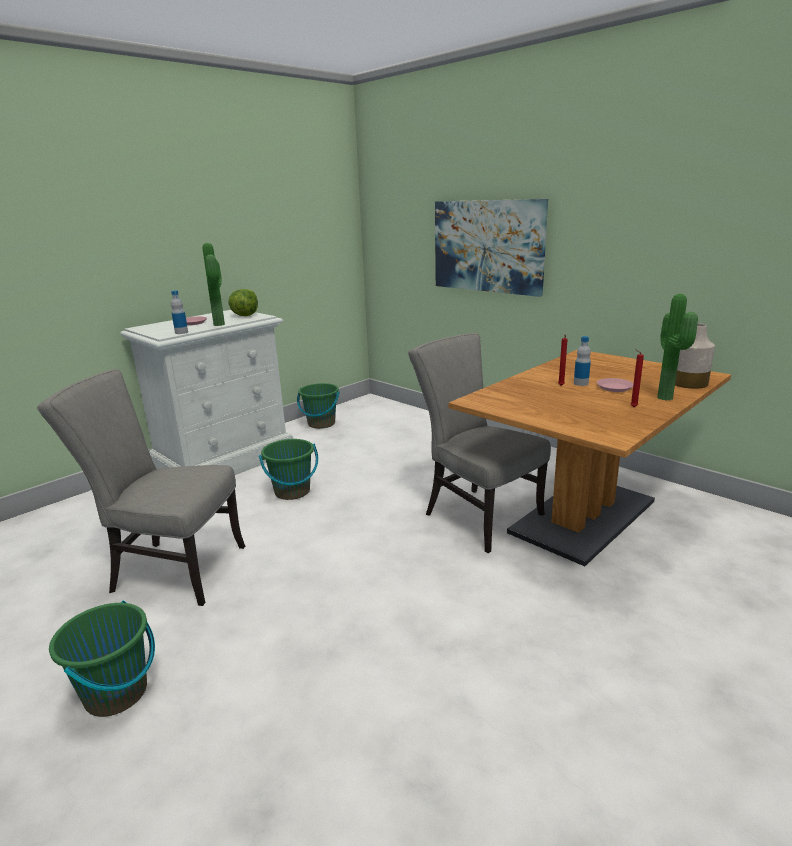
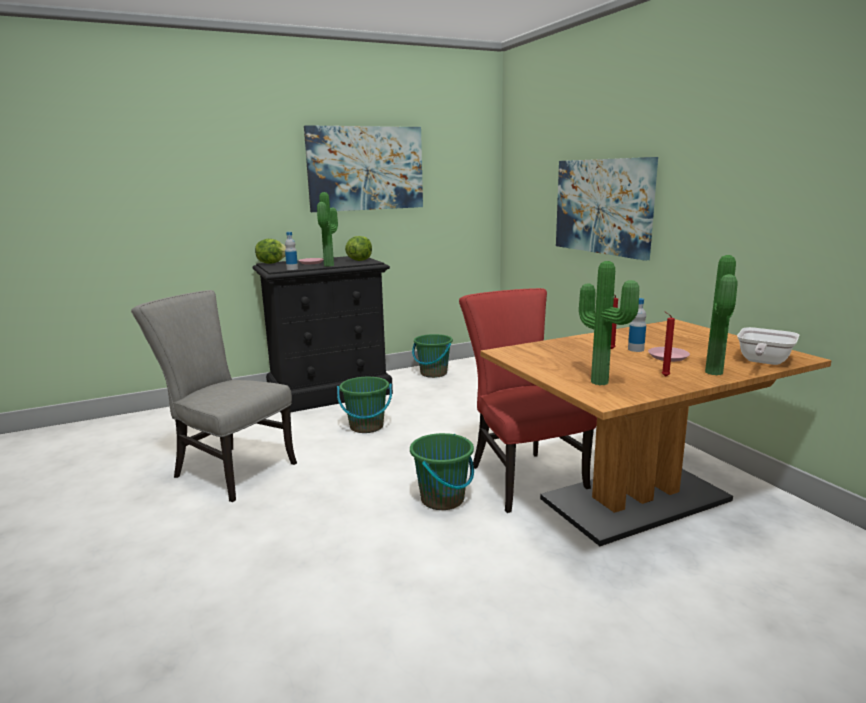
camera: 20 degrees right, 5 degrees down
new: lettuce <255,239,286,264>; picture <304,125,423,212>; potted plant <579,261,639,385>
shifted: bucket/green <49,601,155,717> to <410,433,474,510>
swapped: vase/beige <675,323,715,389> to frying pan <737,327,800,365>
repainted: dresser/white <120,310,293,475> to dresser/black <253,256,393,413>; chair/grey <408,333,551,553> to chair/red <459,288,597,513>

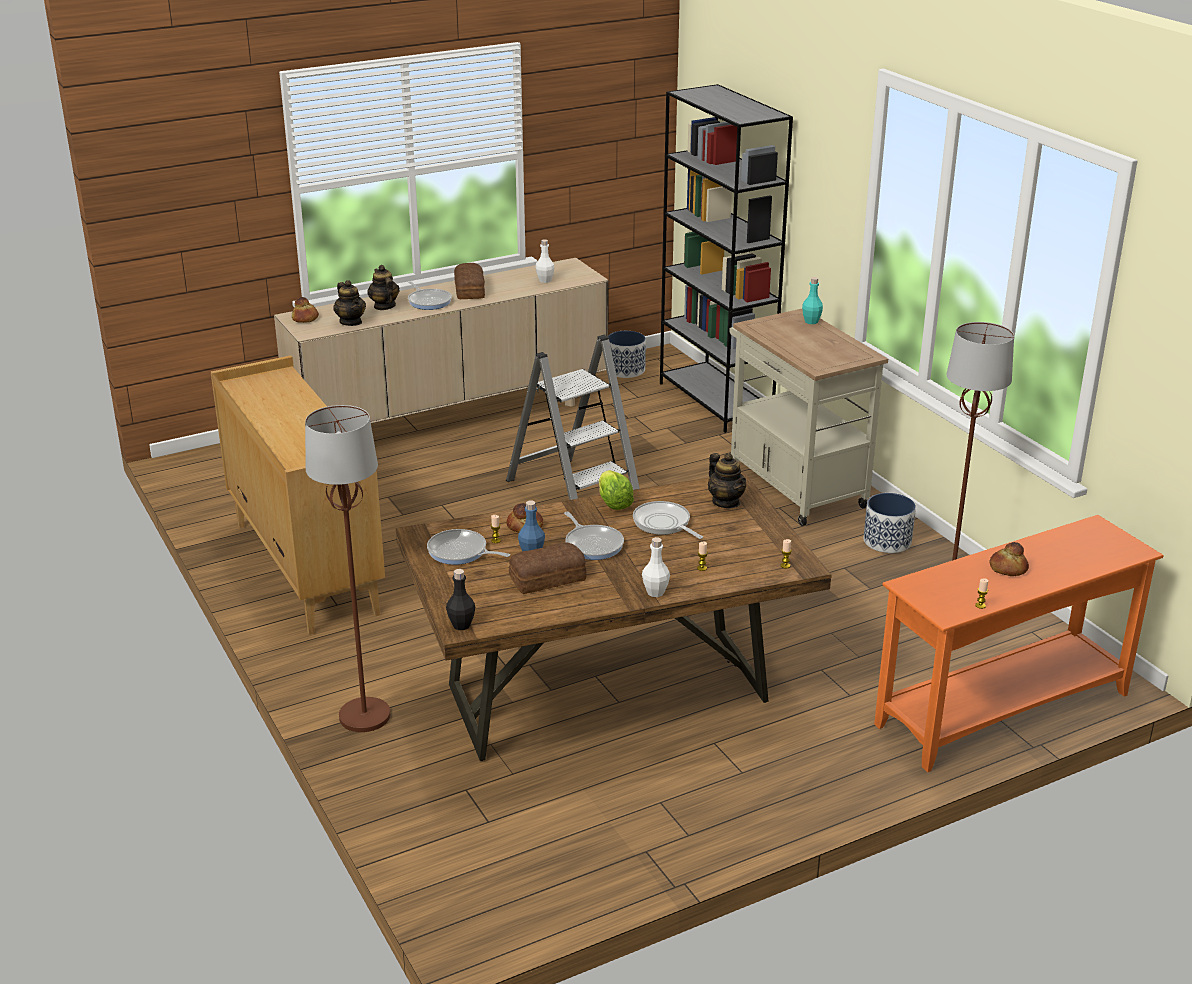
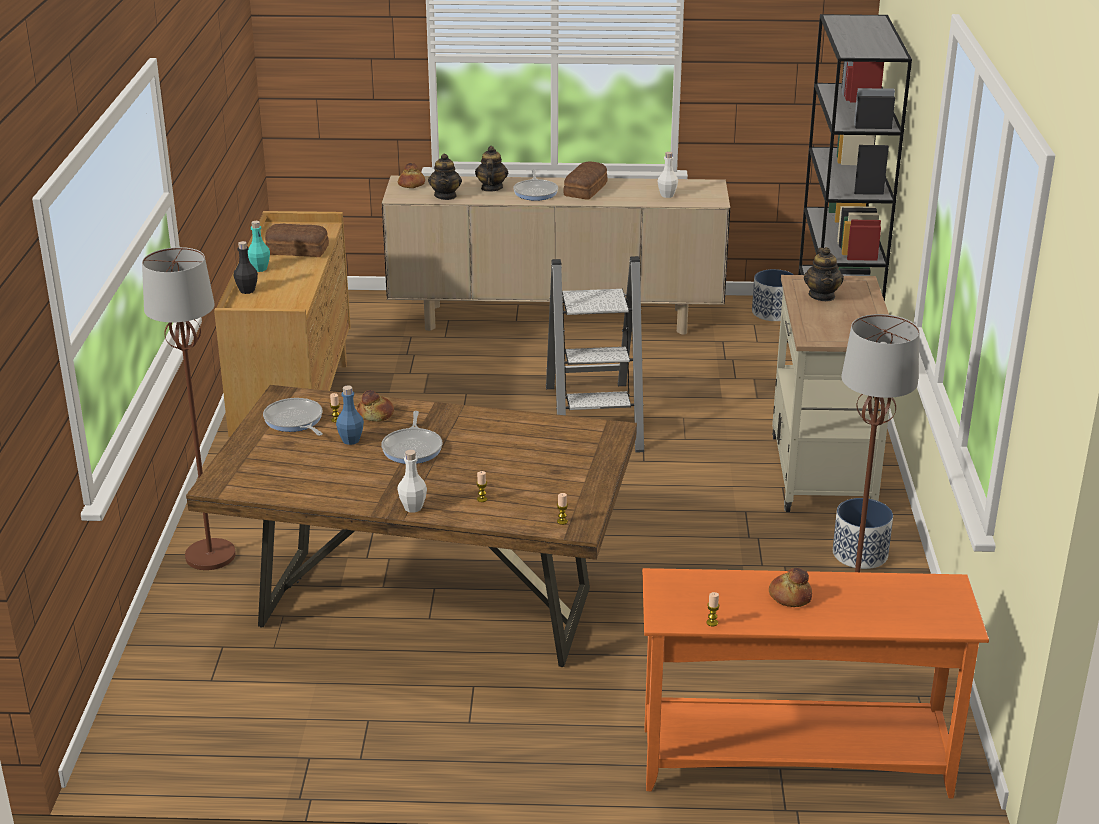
camera: 30 degrees right, 0 degrees up
gone: lettuce <599,470,634,510>; frying pan <633,501,703,539>
shifted: bottle/black <446,569,475,630> to <234,241,258,294>; bread <509,542,587,594> to <265,224,329,257>; teapot <708,453,746,508> to <804,247,844,301>; bottle/turquoise <802,277,823,324> to <248,221,270,272>

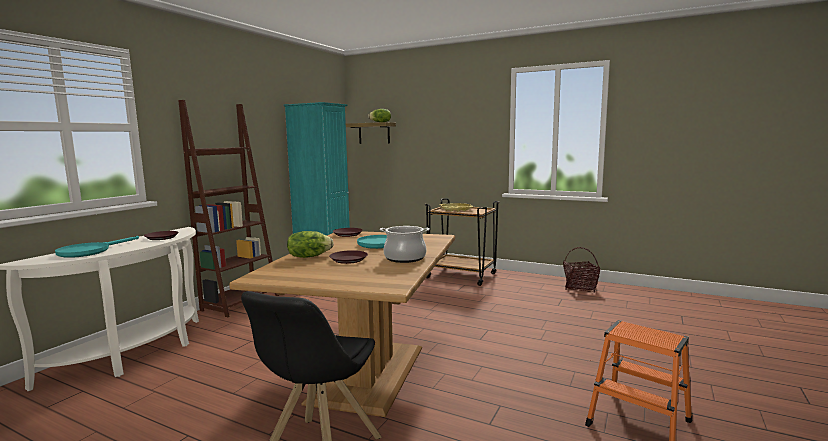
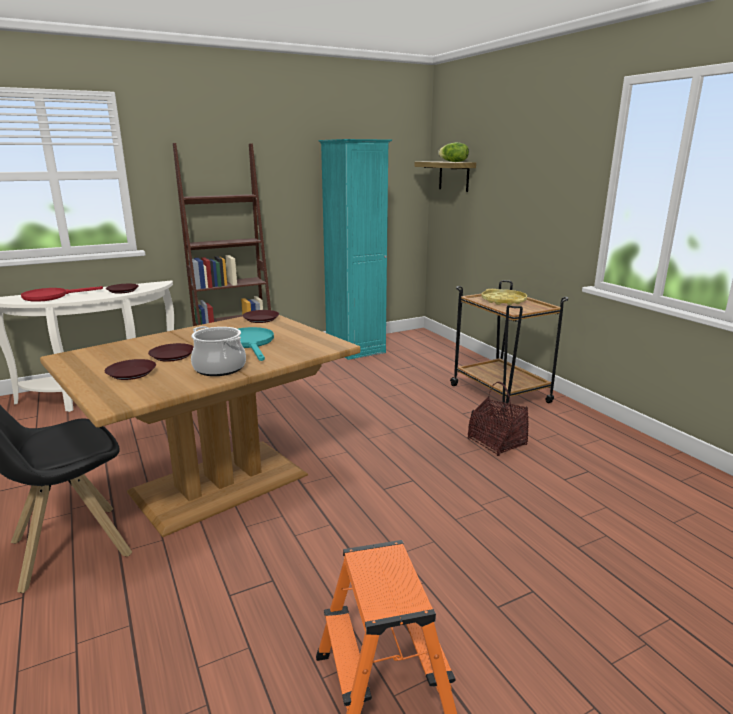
camera: 35 degrees right, 10 degrees up
gone: lettuce <287,231,334,258>
new: plate/brown <105,359,156,380>
shifted: basket <563,247,601,292> to <468,382,529,456>
repainted: frying pan/turquoise <55,236,139,258> to frying pan/red <21,286,103,302>

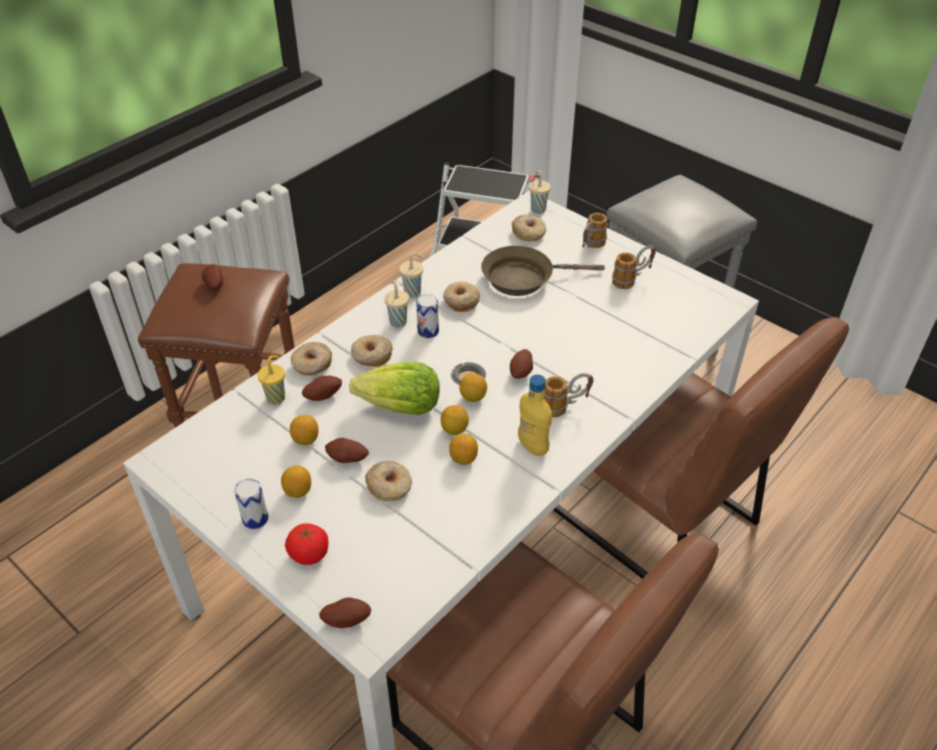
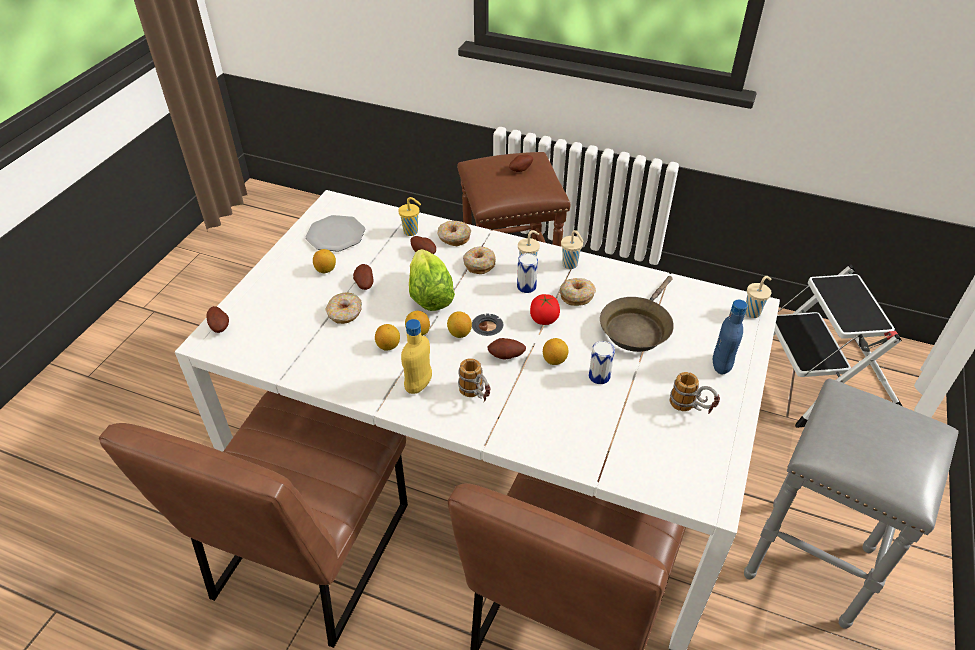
camera: 70 degrees right, 0 degrees up
gone: donut <512,215,546,241>
new: plate <306,215,365,252>
shifted: can <234,479,268,529> to <589,341,615,384>; tomato <285,523,329,565> to <530,294,560,325>; lemon <290,415,319,446> to <543,338,568,365>
swapped: mug <582,213,608,248> to bottle/blue <713,300,748,375>
rotated: frying pan/brown <481,246,605,296> = <600,276,674,352> 120 degrees counterclockwise

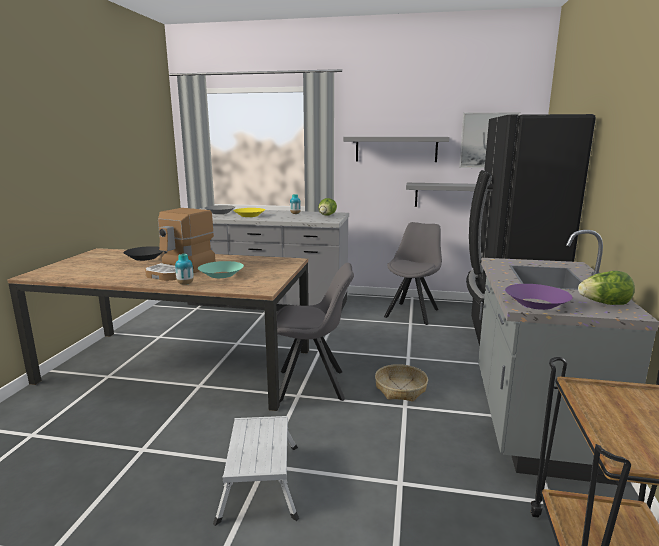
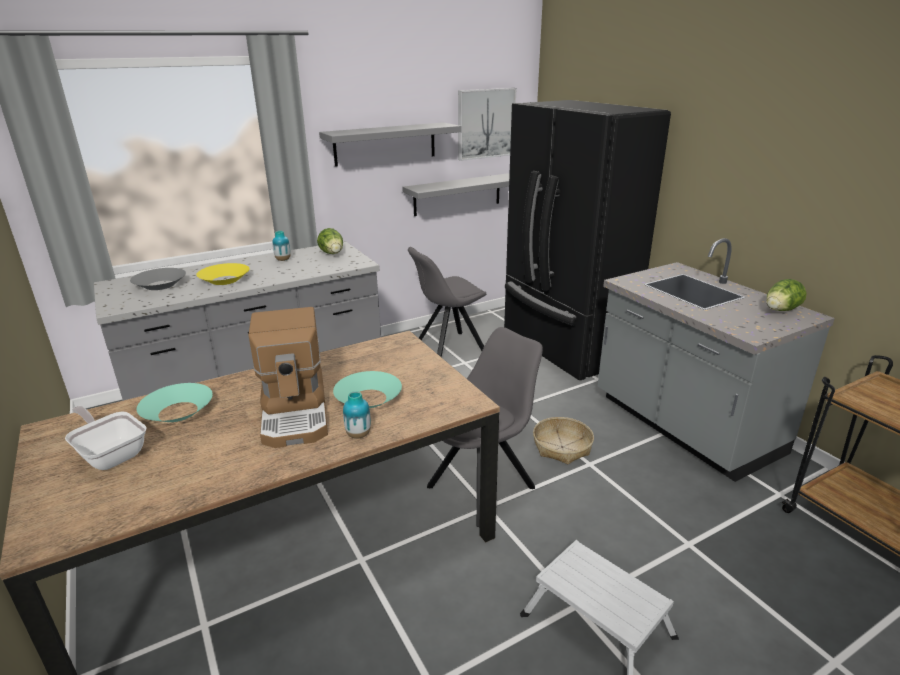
camera: 40 degrees left, 10 degrees up
gone: bowl/purple <505,284,573,310>
new: frying pan <65,406,147,470>
repainted: bowl/black <123,246,164,261> to bowl/turquoise <137,383,213,422>
rotated: chair/grey <384,222,442,325> = <408,247,486,358> 105 degrees counterclockwise

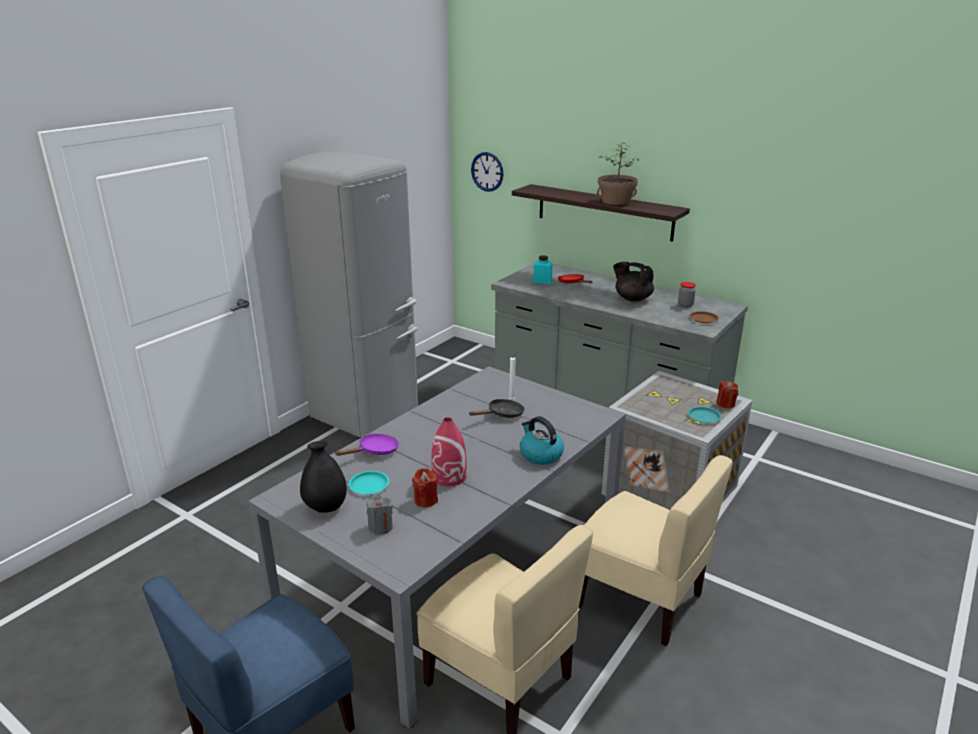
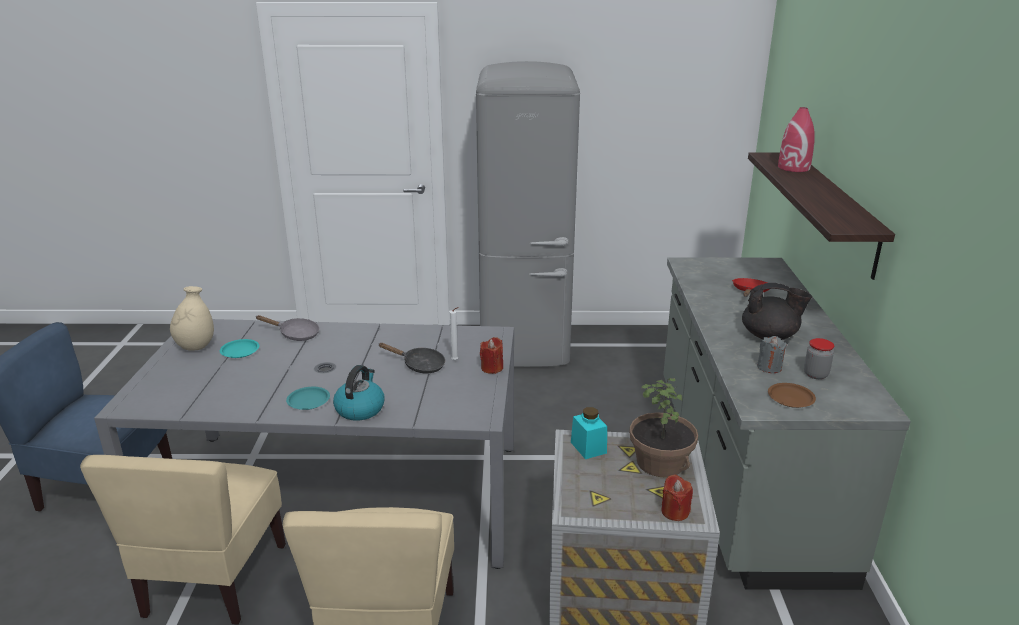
camera: 55 degrees right, 0 degrees up
gone: wall clock <471,152,504,192>
shifted: candle/grey <367,495,393,535> to <757,336,787,373>; candle/red <412,468,438,507> to <480,337,503,374>; vase/red <431,417,467,486> to <778,107,815,172>; jar/turquoise <533,255,552,284> to <571,407,607,459>; potted plant <597,142,639,205> to <629,378,698,477>; plate/turquoise <688,407,722,423> to <286,387,330,410>
repainted: vase/black <300,441,347,513> to vase/beige <170,286,214,351>; frying pan/purple <336,434,399,456> to frying pan/grey <255,315,319,341>
rotated: teapot/black <613,262,654,302> = <742,283,812,340> 105 degrees clockwise

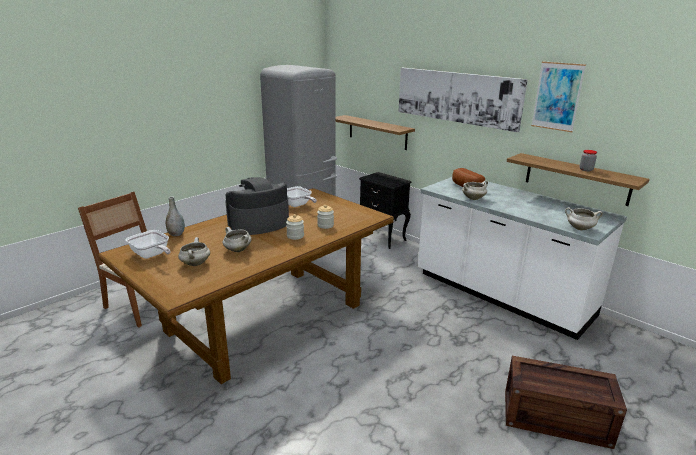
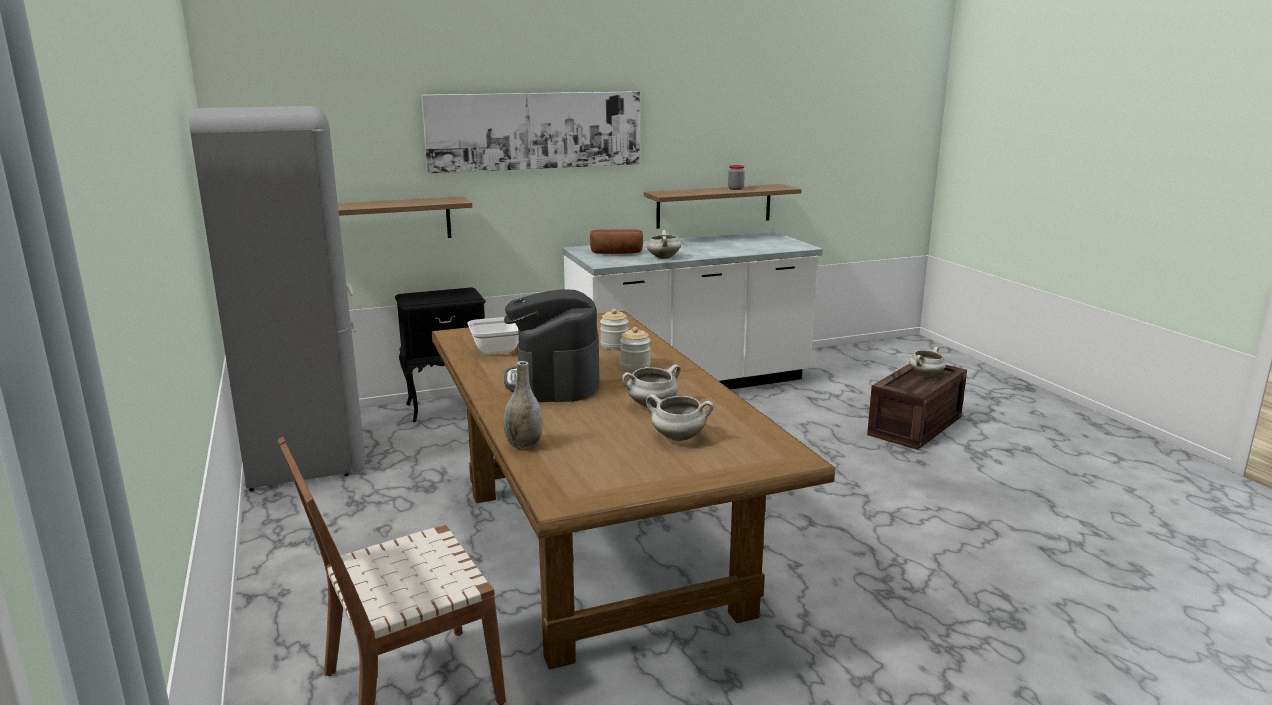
camera: 65 degrees left, 5 degrees down
gone: frying pan <125,230,171,259>; picture <531,61,586,132>
shifted: cooking pot/white <565,207,603,230> to <909,346,946,377>

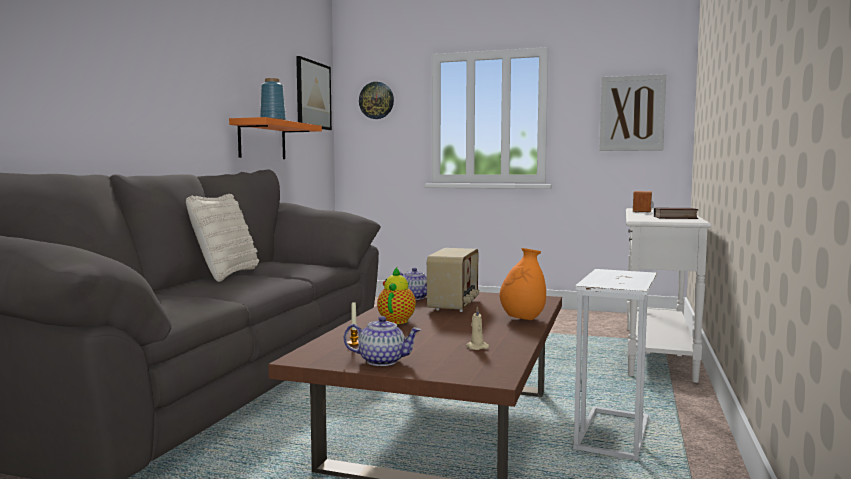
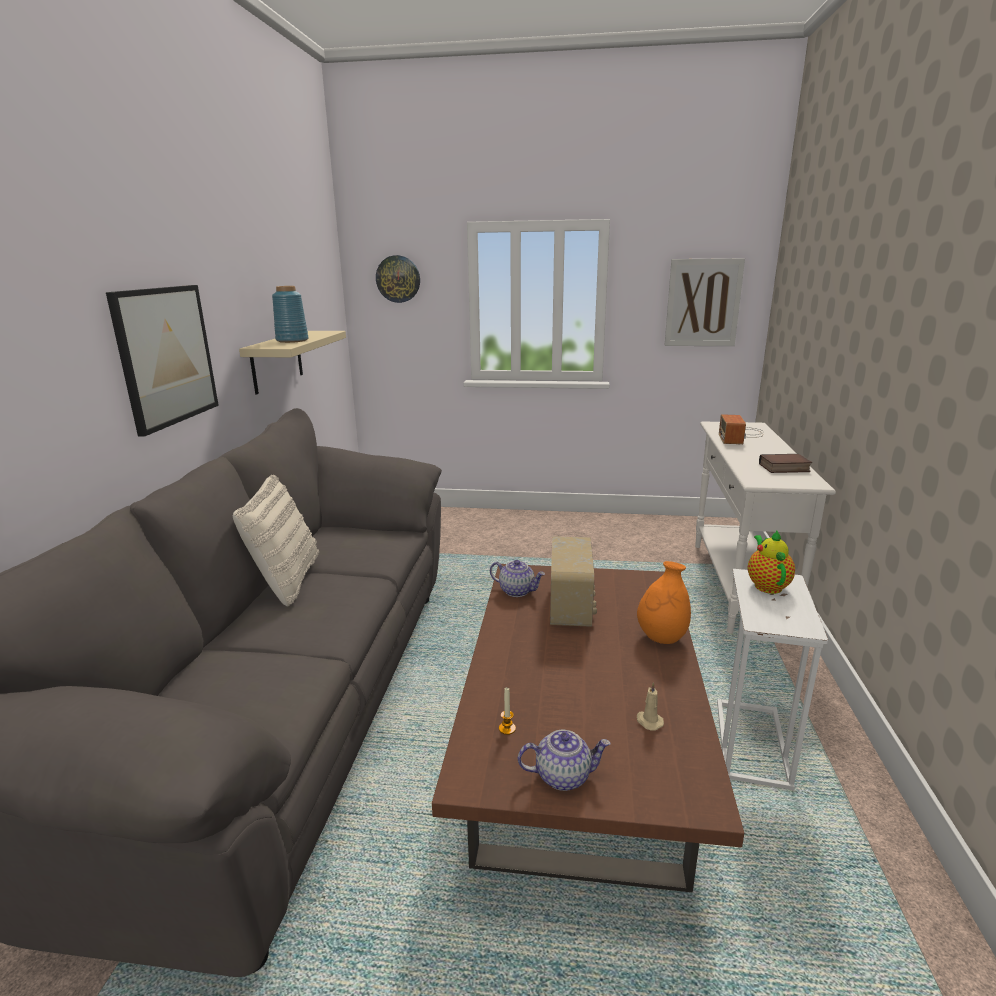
camera: 10 degrees left, 15 degrees up
shifted: picture <296,56,332,130> to <106,285,219,437>; teapot <377,267,416,324> to <748,530,795,594>
repainted: shelf/orange <229,117,322,159> to shelf/beige <239,331,346,395>

